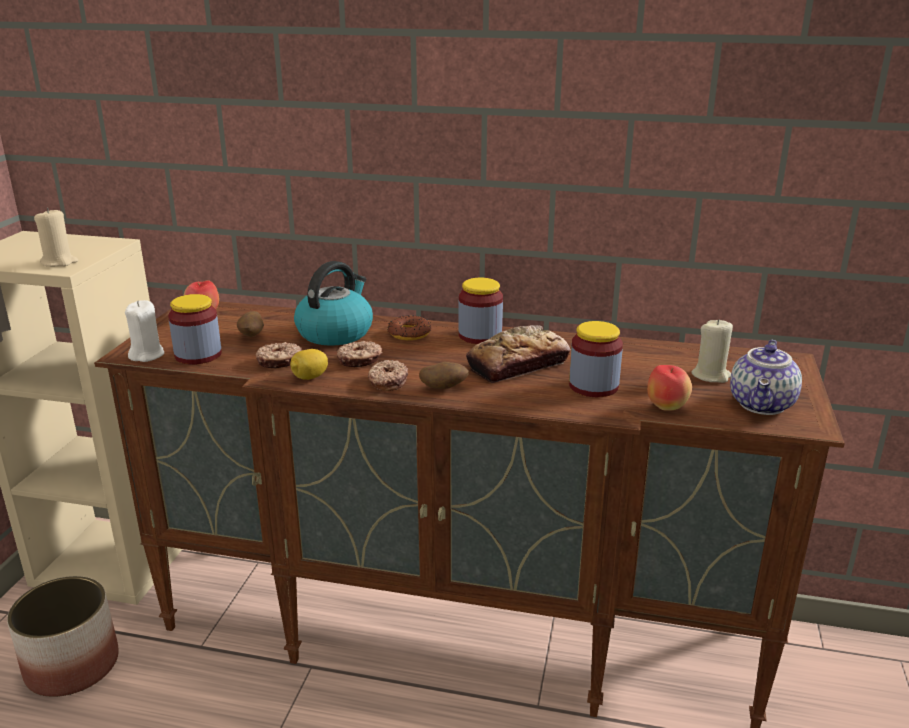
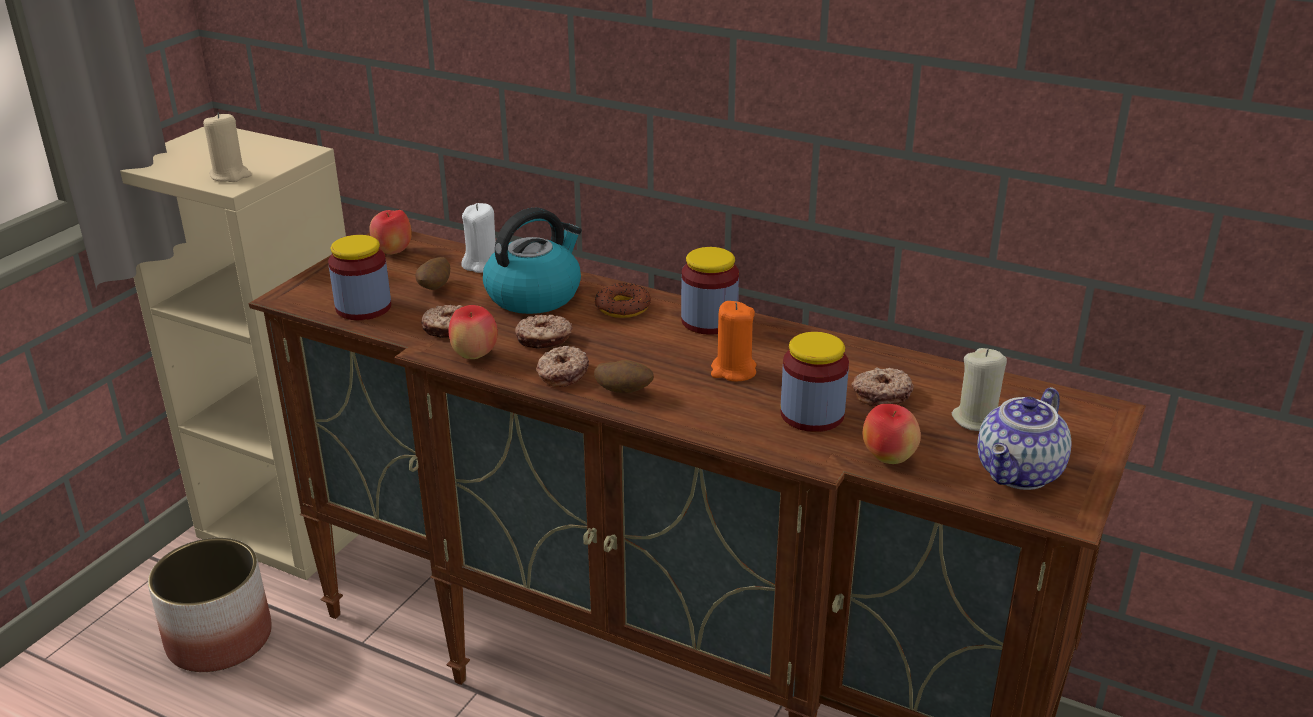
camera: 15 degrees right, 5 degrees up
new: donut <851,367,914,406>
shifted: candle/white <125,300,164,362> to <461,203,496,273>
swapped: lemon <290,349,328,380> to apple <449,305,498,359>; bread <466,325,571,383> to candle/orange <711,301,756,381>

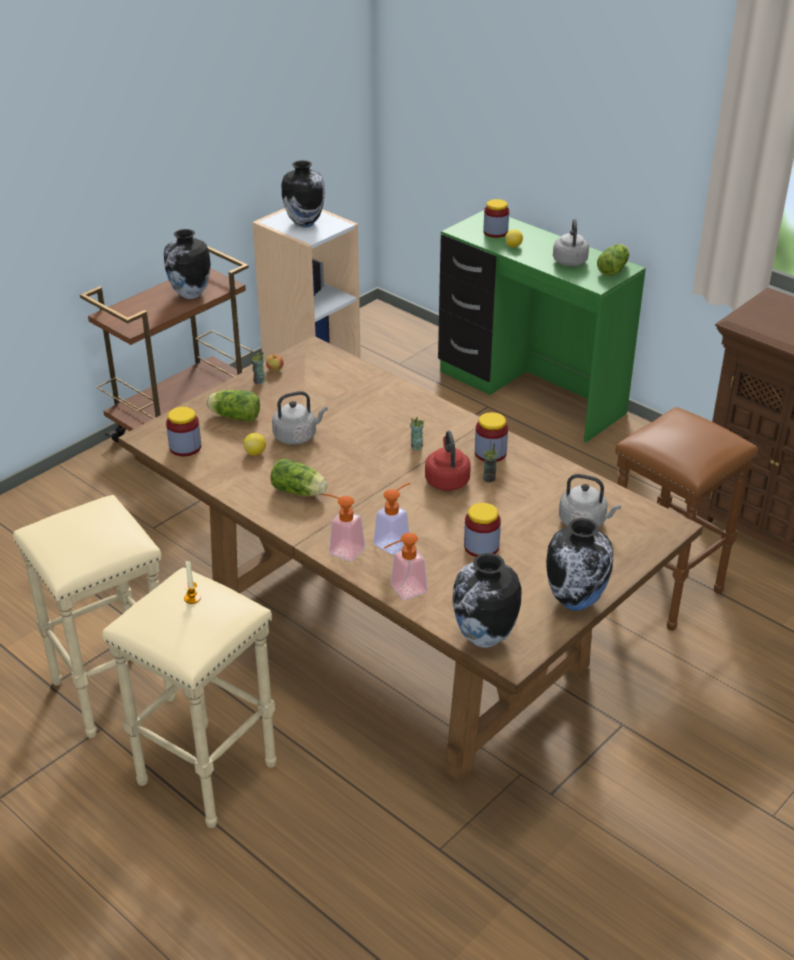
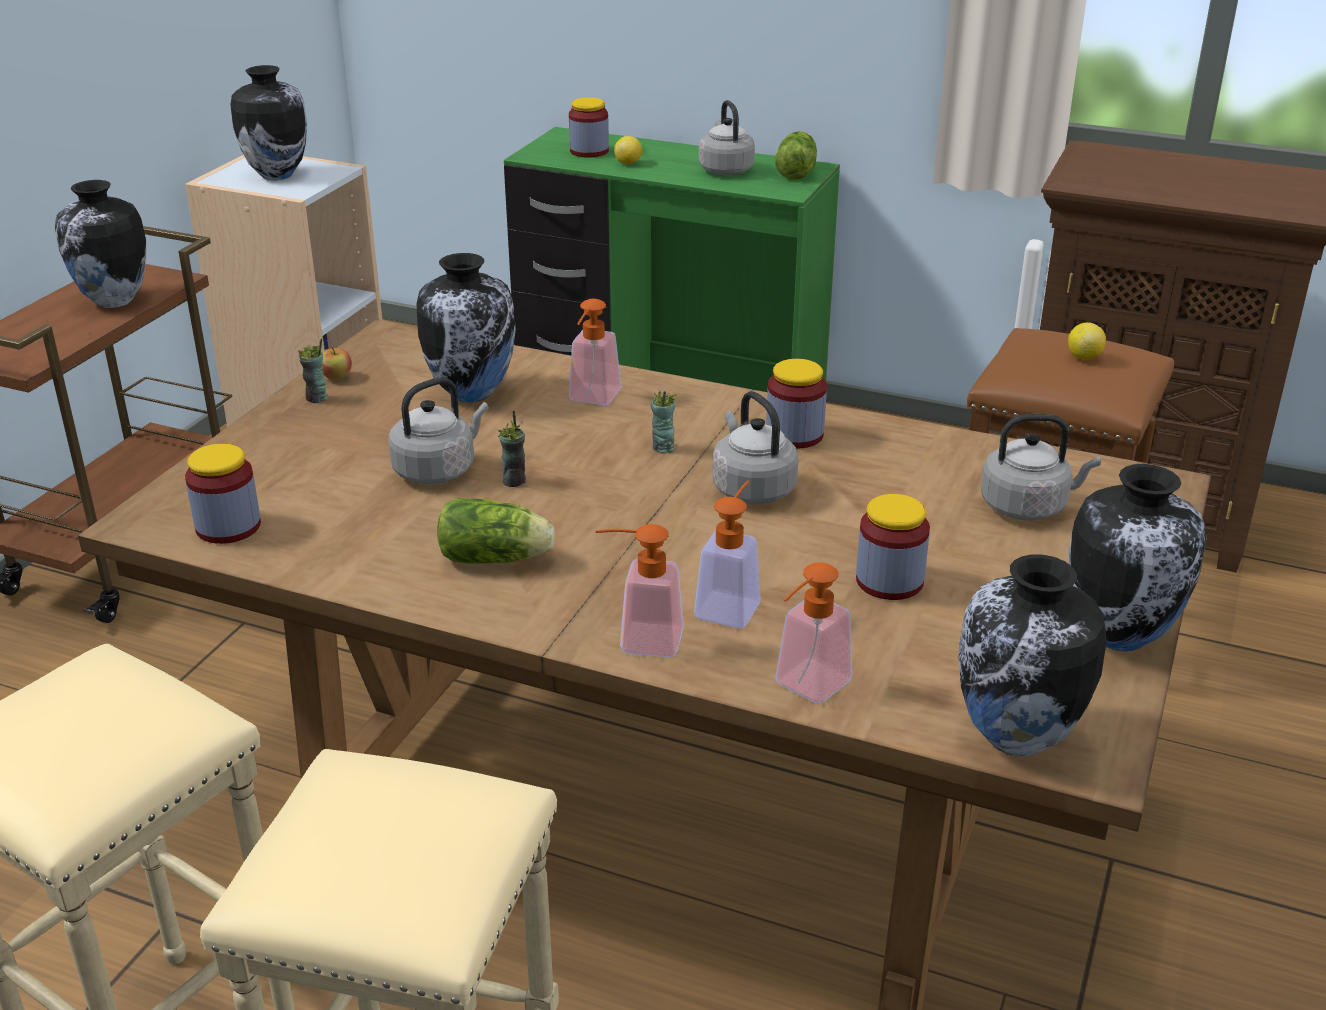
camera: 20 degrees left, 5 degrees down
gone: candle <184,561,201,604>; lettuce <206,390,260,422>
new: vase <417,253,516,402>; soap dispenser <569,299,622,405>
shifted: lemon <243,433,266,455> to <1068,323,1106,360>; cup <483,443,498,483> to <496,411,526,487>
repainted: kettle/red <425,431,471,491> to kettle/grey <713,391,798,504>

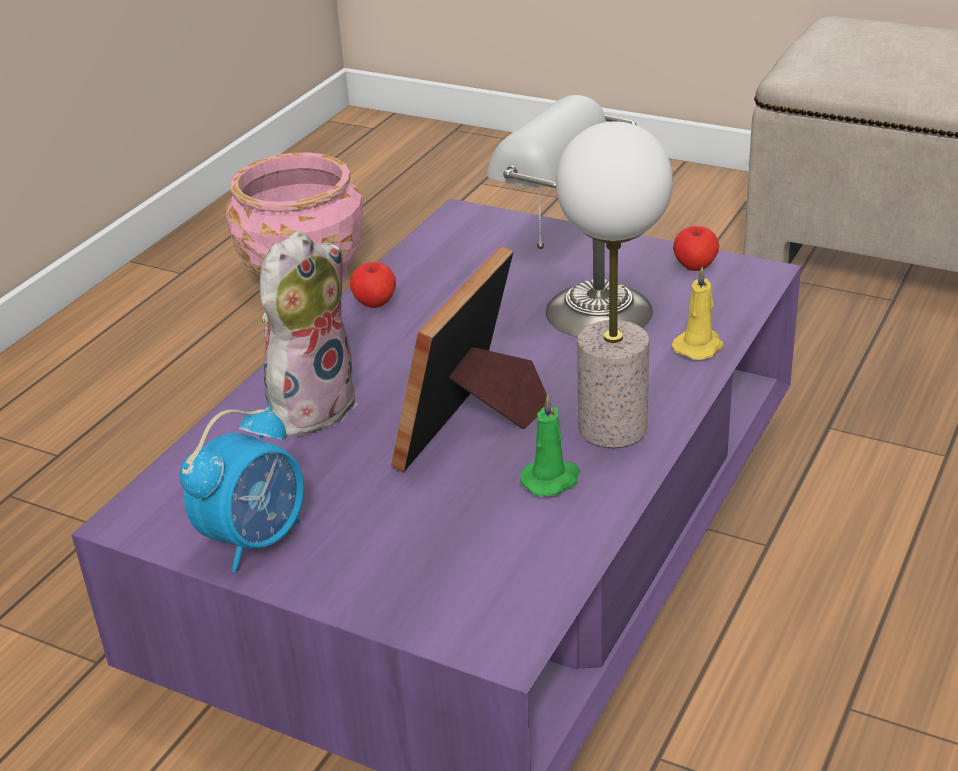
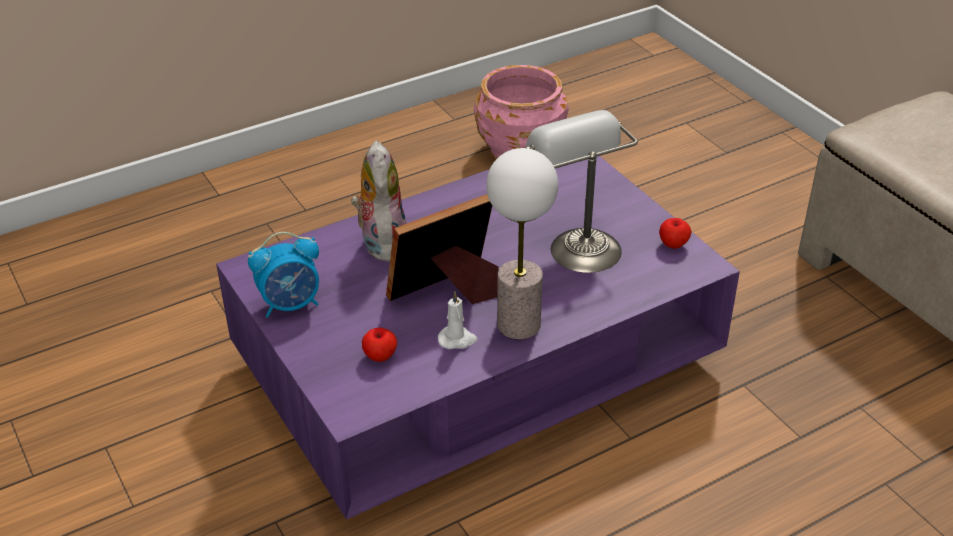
camera: 30 degrees right, 5 degrees up
gone: candle/yellow <672,267,724,360>
shifted: apple <350,262,396,308> to <362,327,397,362>
repainted: candle/green <520,394,580,497> to candle/white <438,291,478,349>
rotated: plush toy <260,231,358,437> = <351,140,407,262> 75 degrees counterclockwise

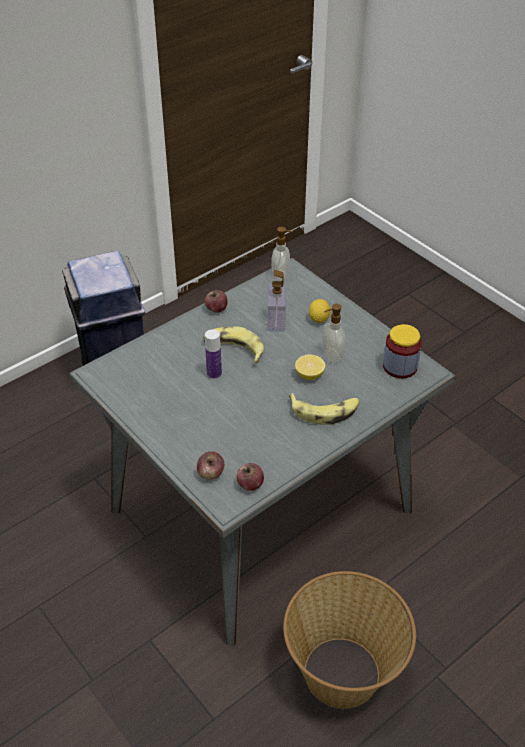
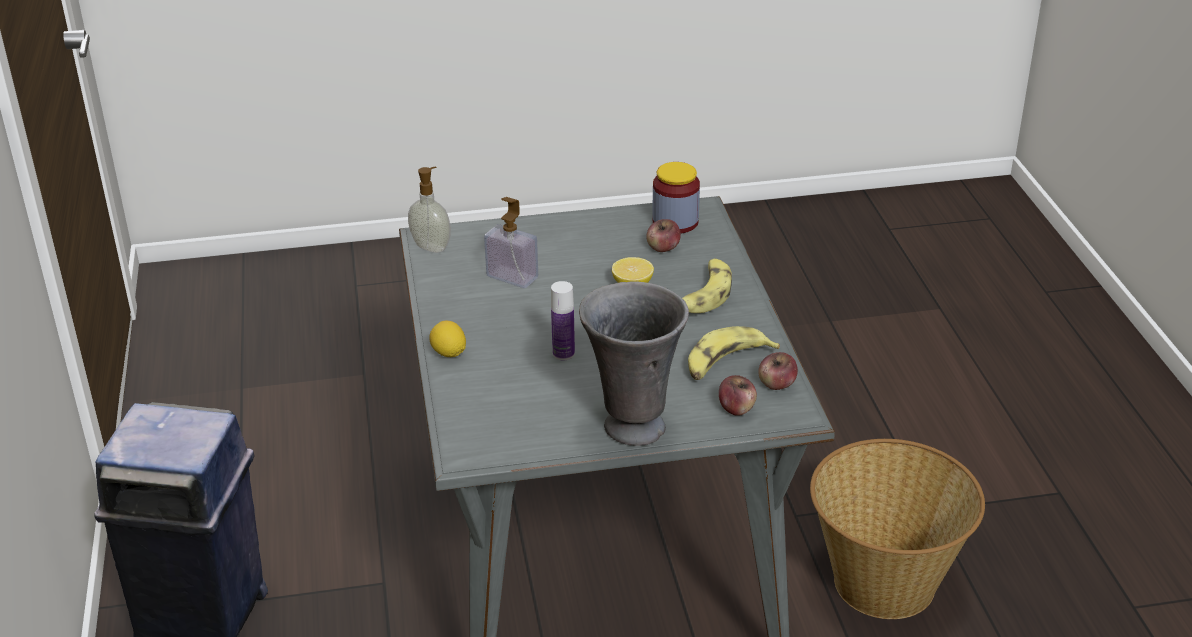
camera: 60 degrees left, 10 degrees down
gone: soap dispenser <322,304,346,363>
new: vase/grey <579,281,689,446>
shifted: banana <203,326,264,363> to <688,326,780,380>; apple <205,290,228,313> to <646,219,681,252>; lemon <309,299,331,323> to <429,321,466,357>

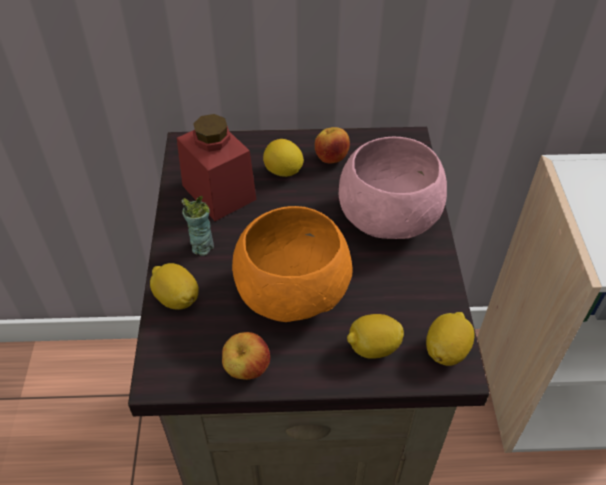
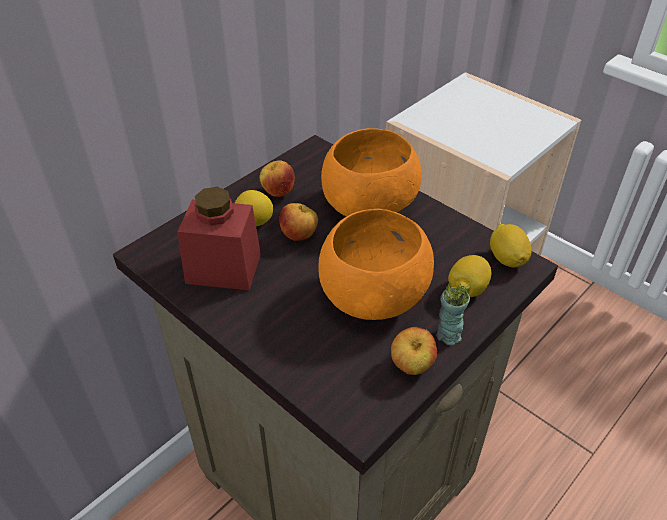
camera: 45 degrees left, 5 degrees down
gone: lemon <150,263,199,310>
new: apple <280,203,318,241>
shifted: cup <181,196,214,256> to <436,281,471,345>
repainted: bowl/pink <339,137,447,239> to bowl/orange <321,128,422,217>

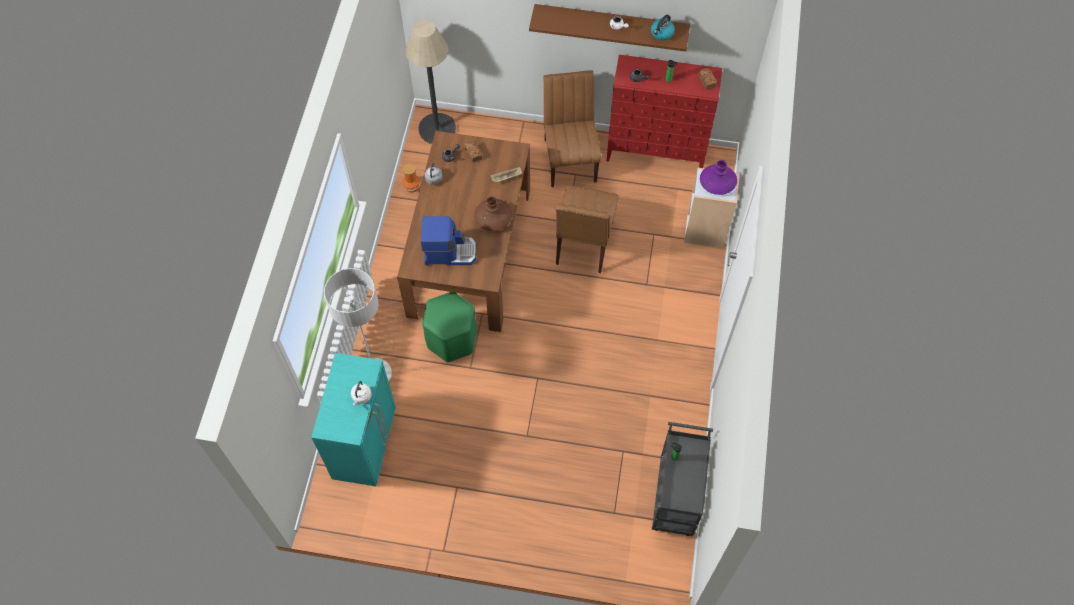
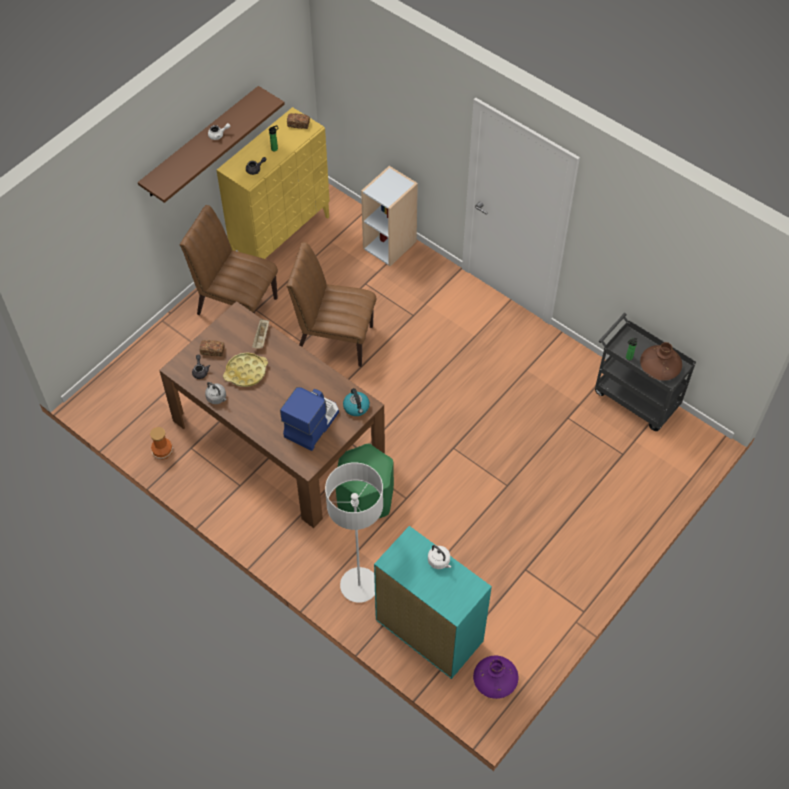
camera: 60 degrees left, 5 degrees down
gone: floor lamp <406,20,456,144>
new: tray/yellow <223,352,268,387>
shifted: vase/brown <474,196,512,231> to <640,342,682,380>; kettle <651,15,675,40> to <343,388,370,416>; vase/purple <700,160,737,195> to <473,656,518,699>
repainted: dresser/red <606,55,722,168> to dresser/yellow <216,107,330,259>
rotated: chair/brown <556,185,619,273> = <287,242,376,367> 150 degrees clockwise

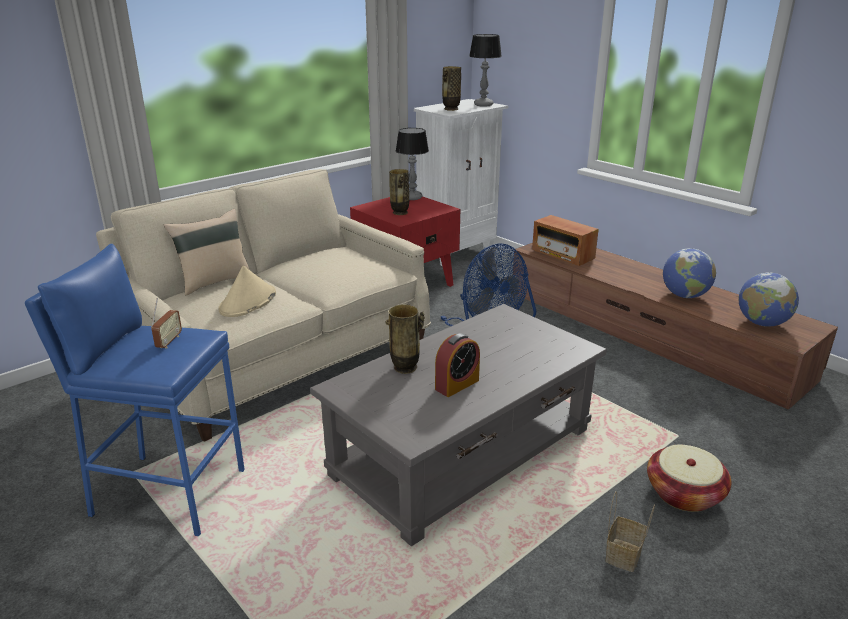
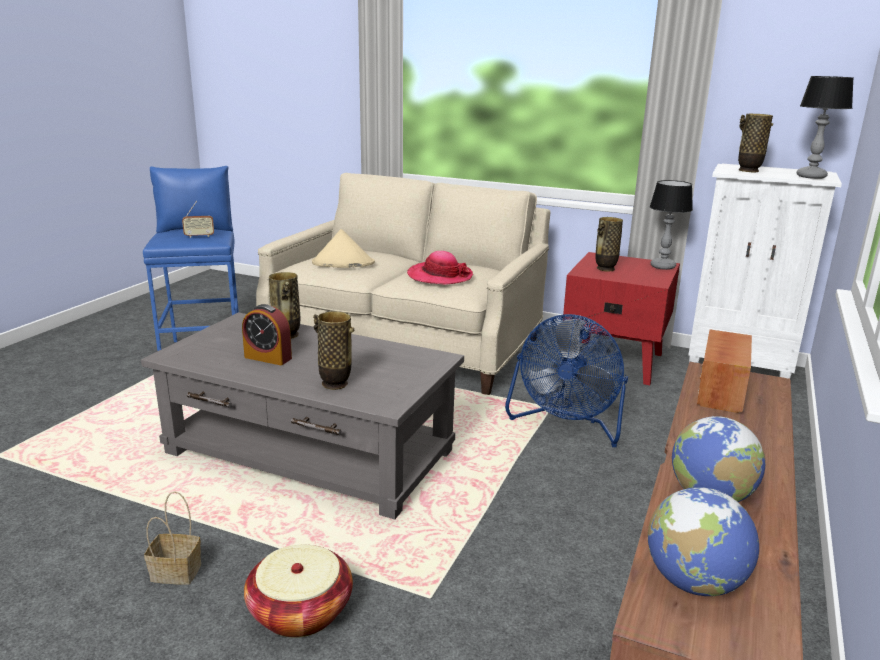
camera: 65 degrees right, 5 degrees down
gone: pillow/beige <164,209,250,296>
new: vase <313,311,355,390>; hat <407,251,473,285>

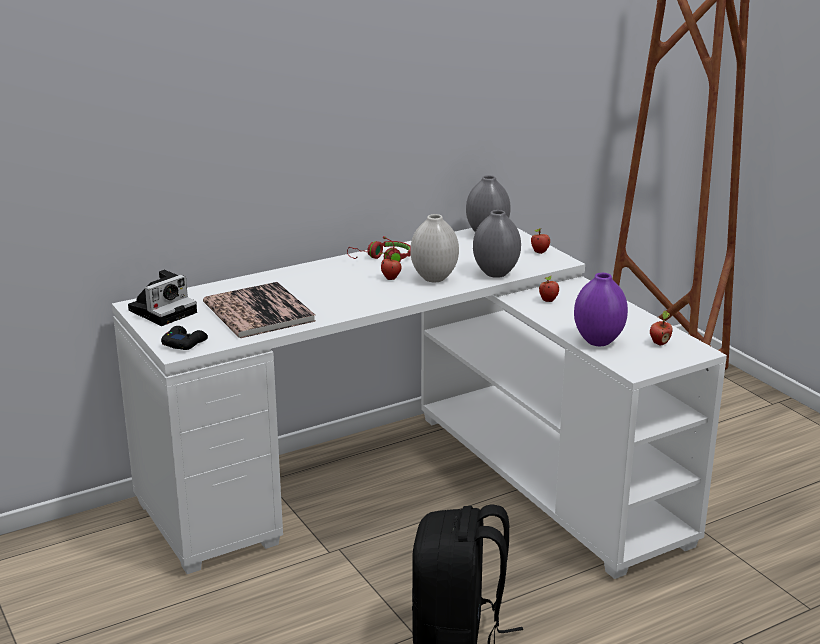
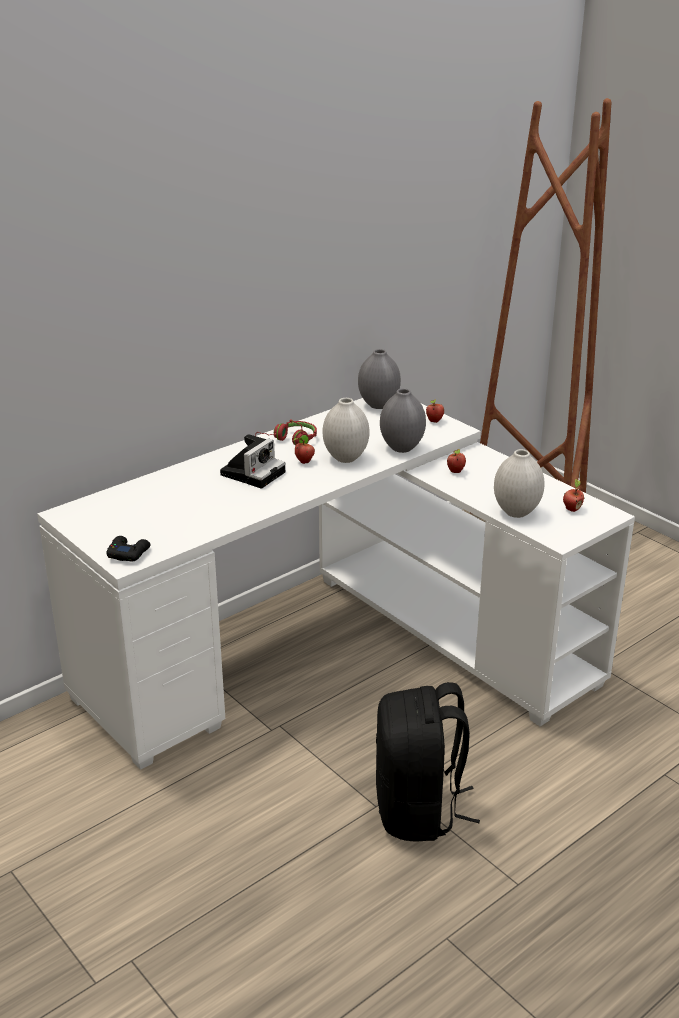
camera: 10 degrees left, 5 degrees up
gone: book <203,282,315,338>
shifted: photo camera <128,270,197,326> to <220,434,285,489>
repainted: vase/purple <574,273,628,346> to vase/white <494,449,544,518>

